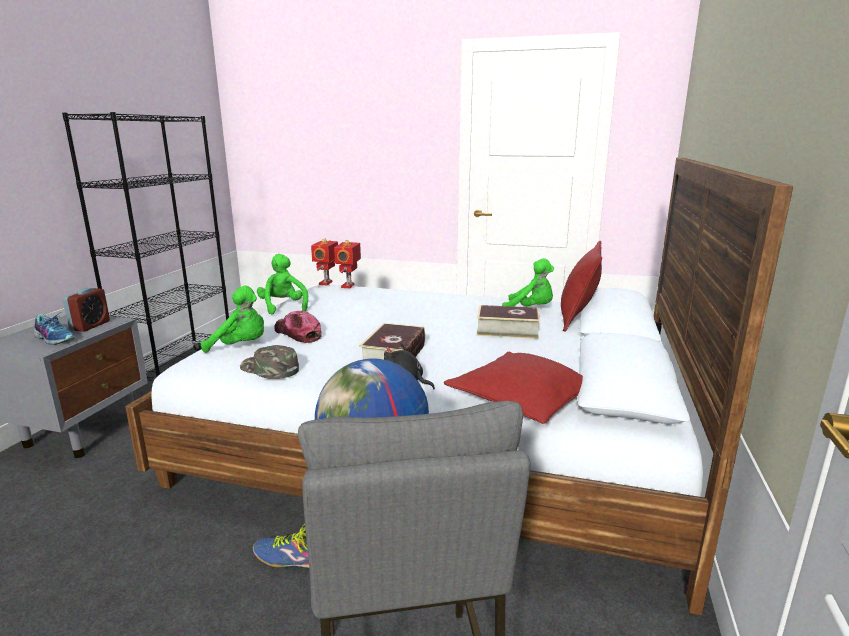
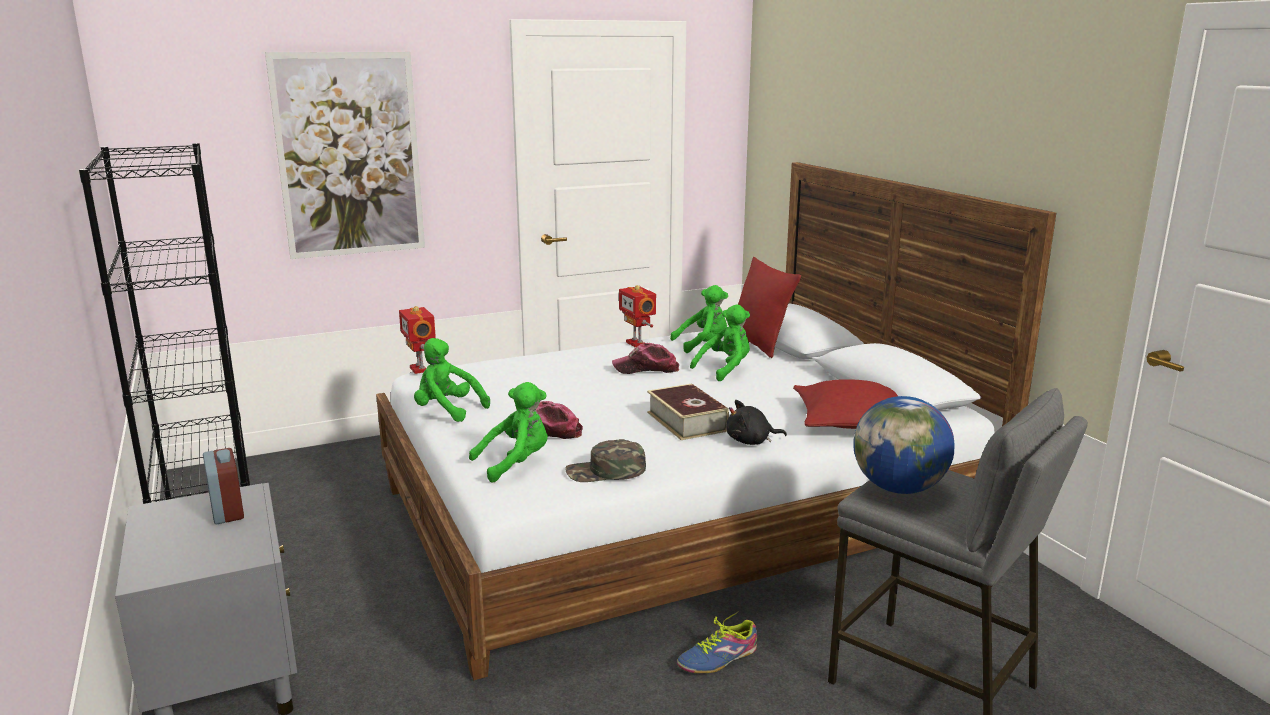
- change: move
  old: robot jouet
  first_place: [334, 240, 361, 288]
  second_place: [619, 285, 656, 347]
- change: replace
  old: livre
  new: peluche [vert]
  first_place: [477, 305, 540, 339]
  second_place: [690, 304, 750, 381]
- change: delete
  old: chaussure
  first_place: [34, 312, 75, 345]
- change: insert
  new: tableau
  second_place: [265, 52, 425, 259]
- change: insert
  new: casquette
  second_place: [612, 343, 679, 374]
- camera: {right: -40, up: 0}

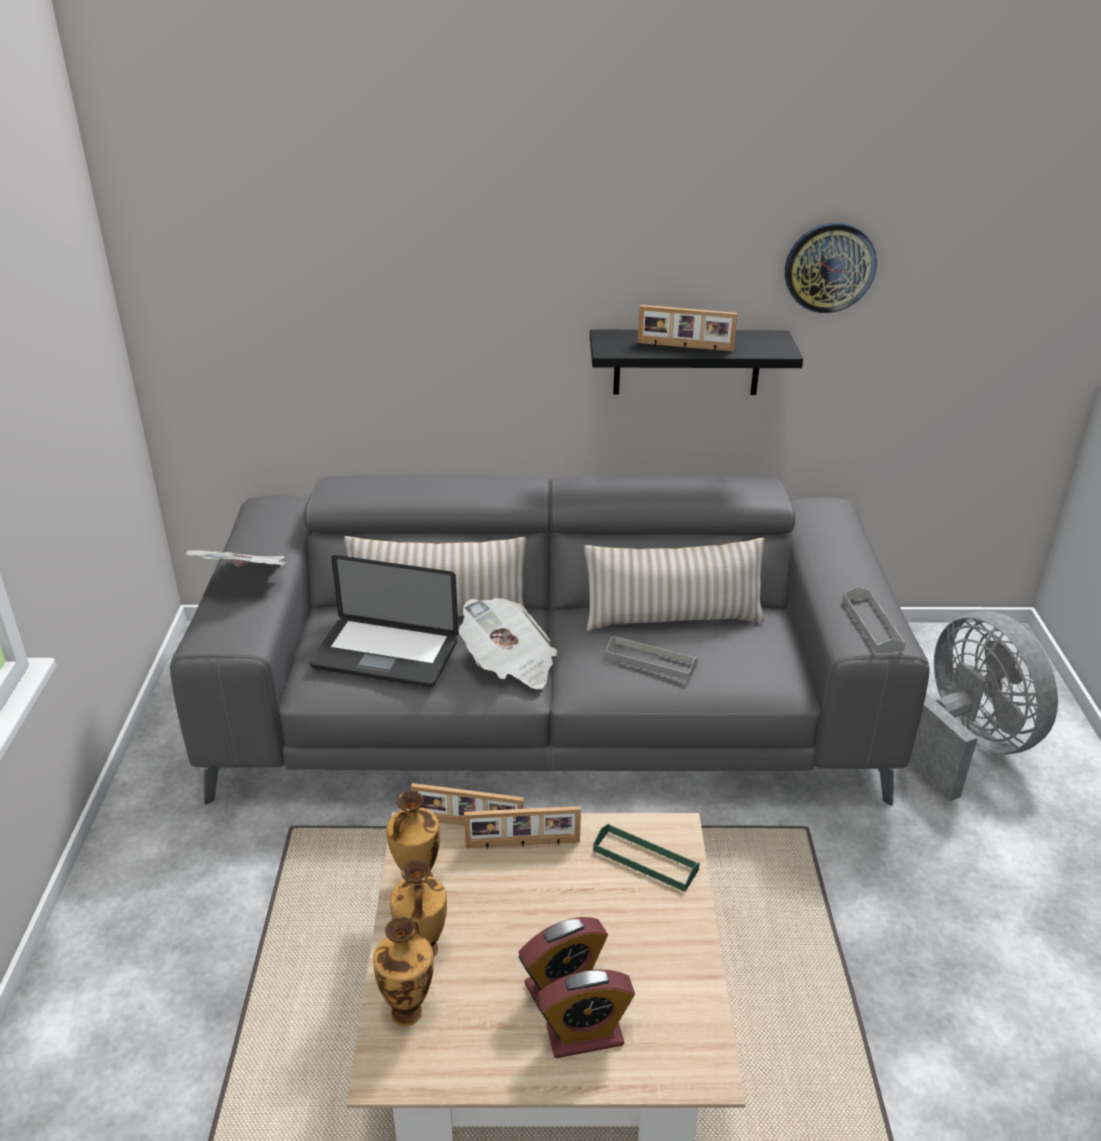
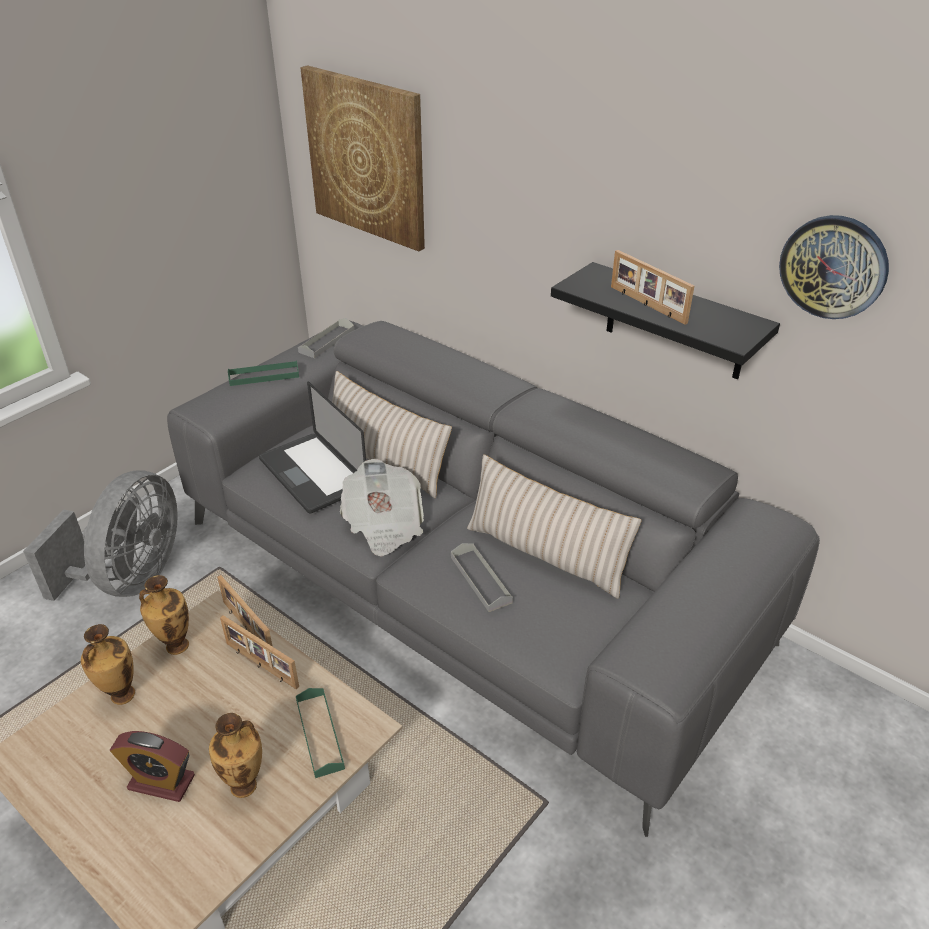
- change: replace
  old: journal
  new: plateau [vert]
  first_place: [186, 550, 286, 567]
  second_place: [228, 360, 299, 386]
- change: move
  old: plateau [gris]
  first_place: [843, 586, 906, 653]
  second_place: [298, 318, 354, 358]
- change: move
  old: ventilateur [gris]
  first_place: [909, 611, 1058, 801]
  second_place: [23, 470, 178, 601]
- change: move
  old: vase
  first_place: [373, 917, 434, 1026]
  second_place: [209, 713, 262, 798]
- change: delete
  old: réveil
  first_place: [538, 969, 635, 1058]
- change: insert
  new: tableau
  second_place: [300, 65, 425, 251]
- camera: {right: 40, up: 5}

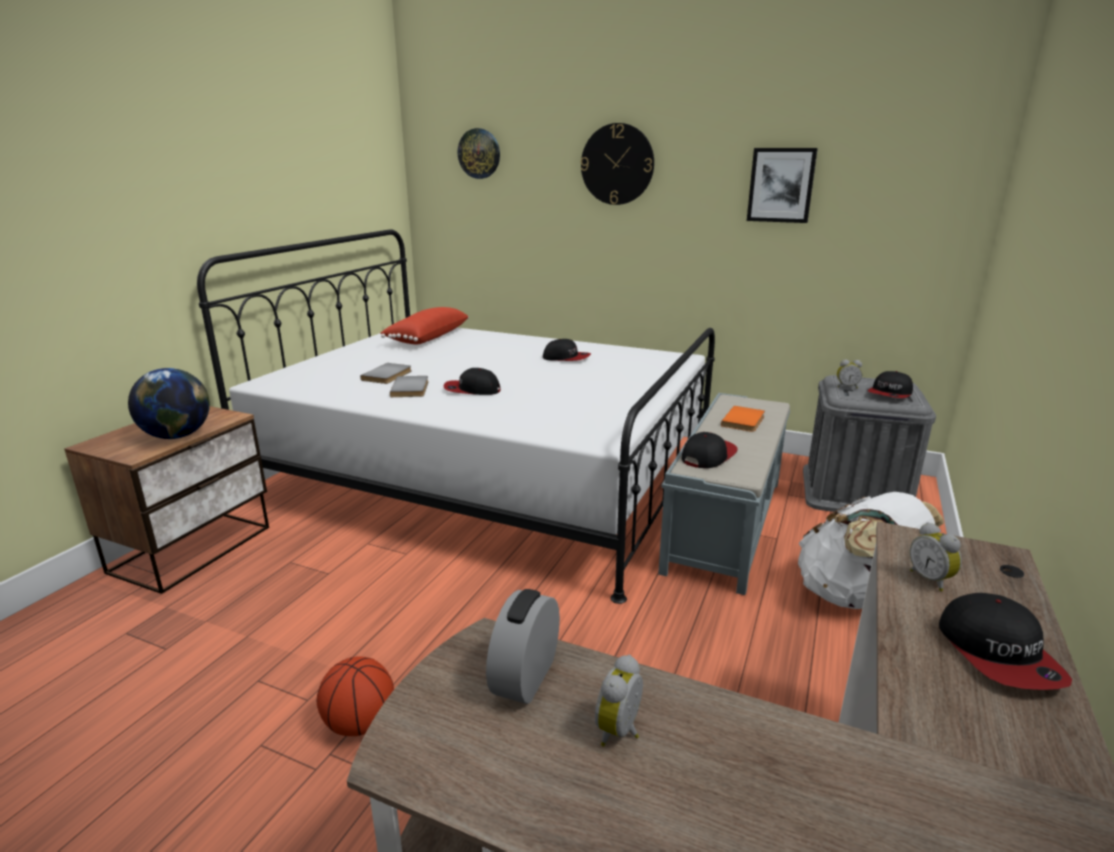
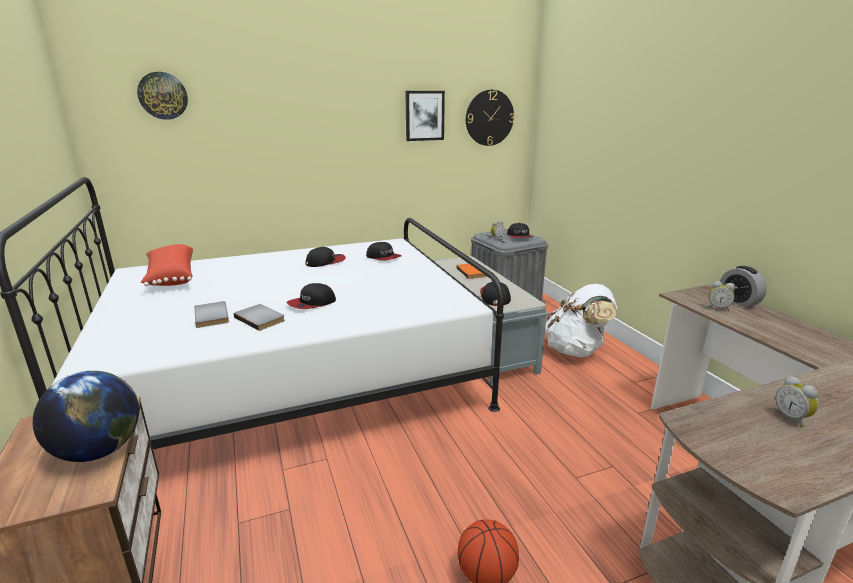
- change: move
  old: horloge murale
  first_place: [581, 123, 654, 205]
  second_place: [466, 90, 514, 146]
- change: move
  old: réveil
  first_place: [486, 589, 560, 704]
  second_place: [720, 266, 767, 307]
- change: move
  old: casquette
  first_place: [939, 593, 1072, 690]
  second_place: [366, 242, 402, 261]
- camera: {right: -45, up: 0}

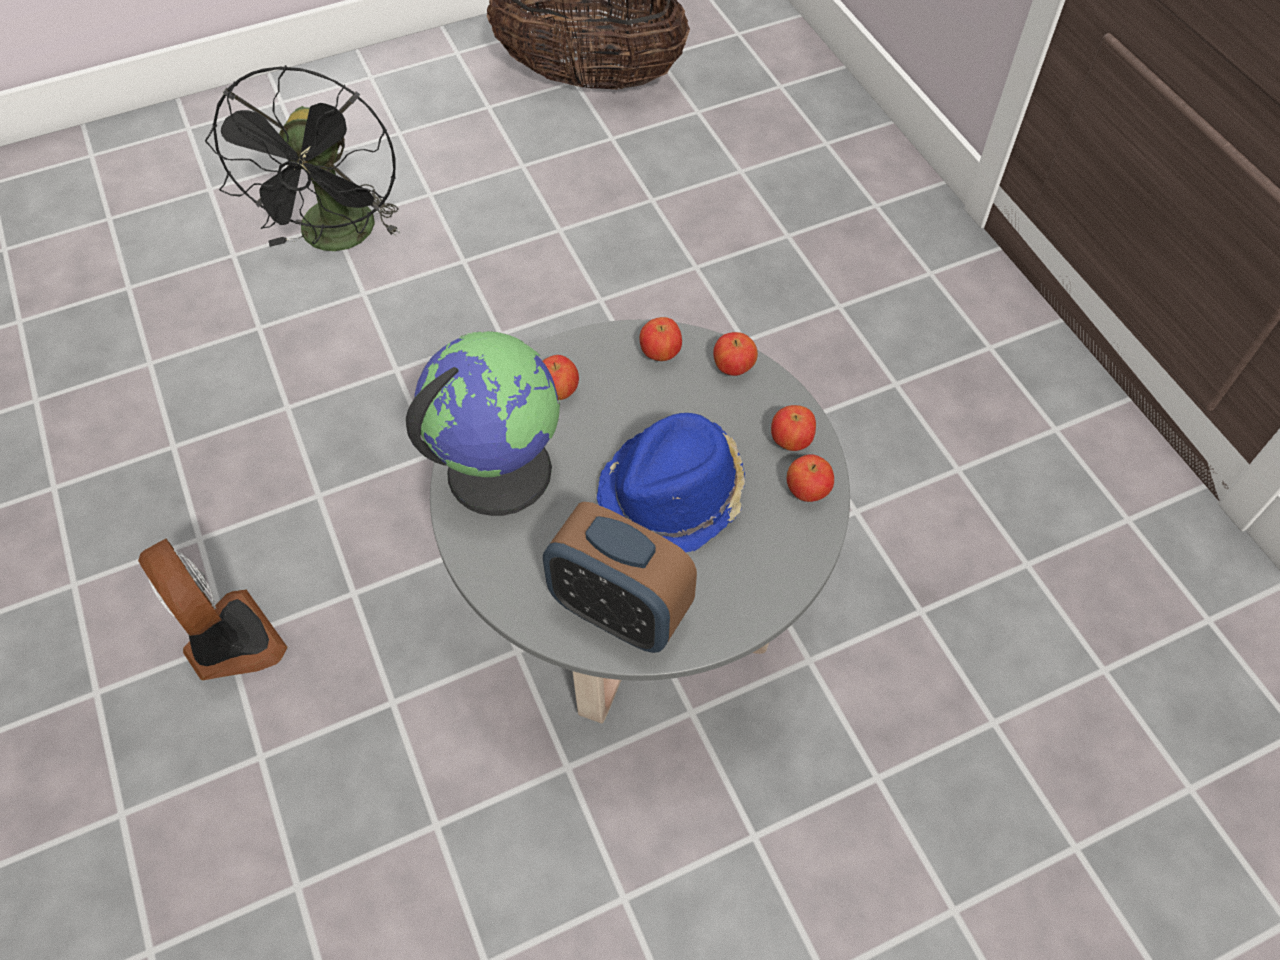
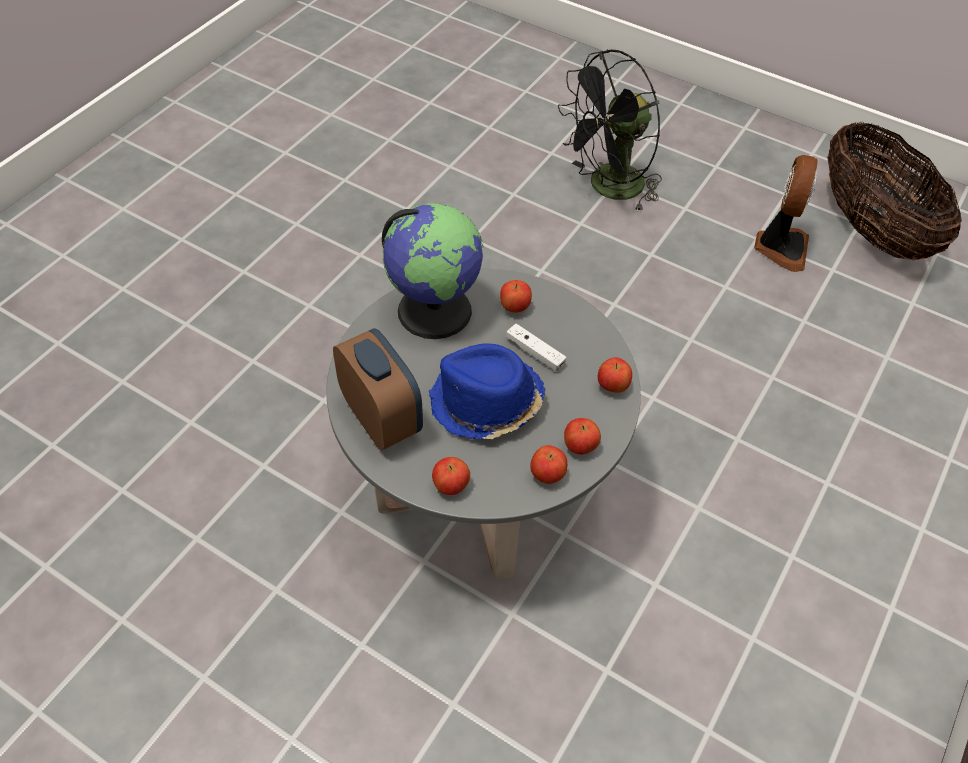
- change: move
  old: pomme
  first_place: [639, 317, 682, 361]
  second_place: [432, 457, 470, 495]
- change: rotate
  old: réveil
  first_place: [543, 502, 697, 653]
  second_place: [333, 328, 423, 450]
  degrees: 150
- change: move
  old: ventilateur
  first_place: [138, 538, 288, 680]
  second_place: [754, 155, 818, 272]
- change: insert
  new: manette [blanc]
  second_place: [506, 324, 566, 372]
- camera: {right: 55, up: -5}

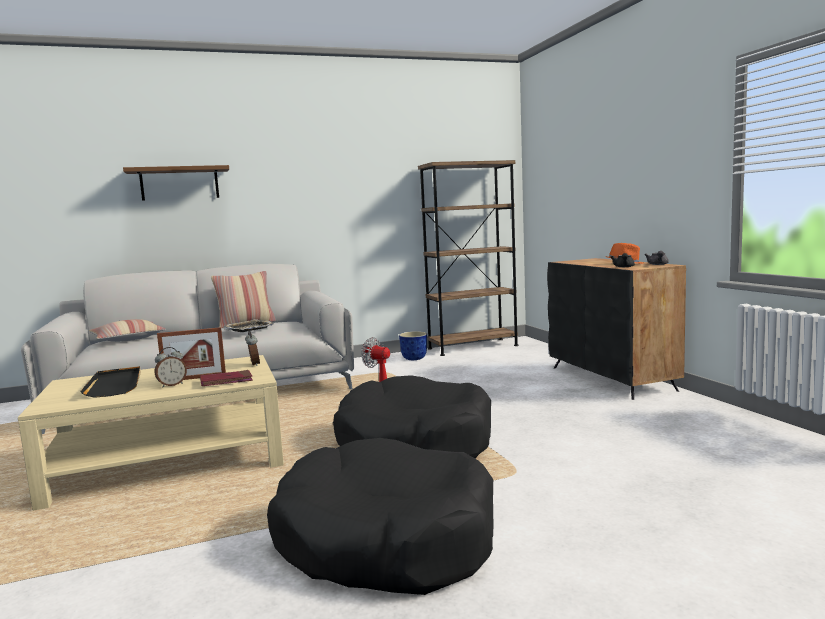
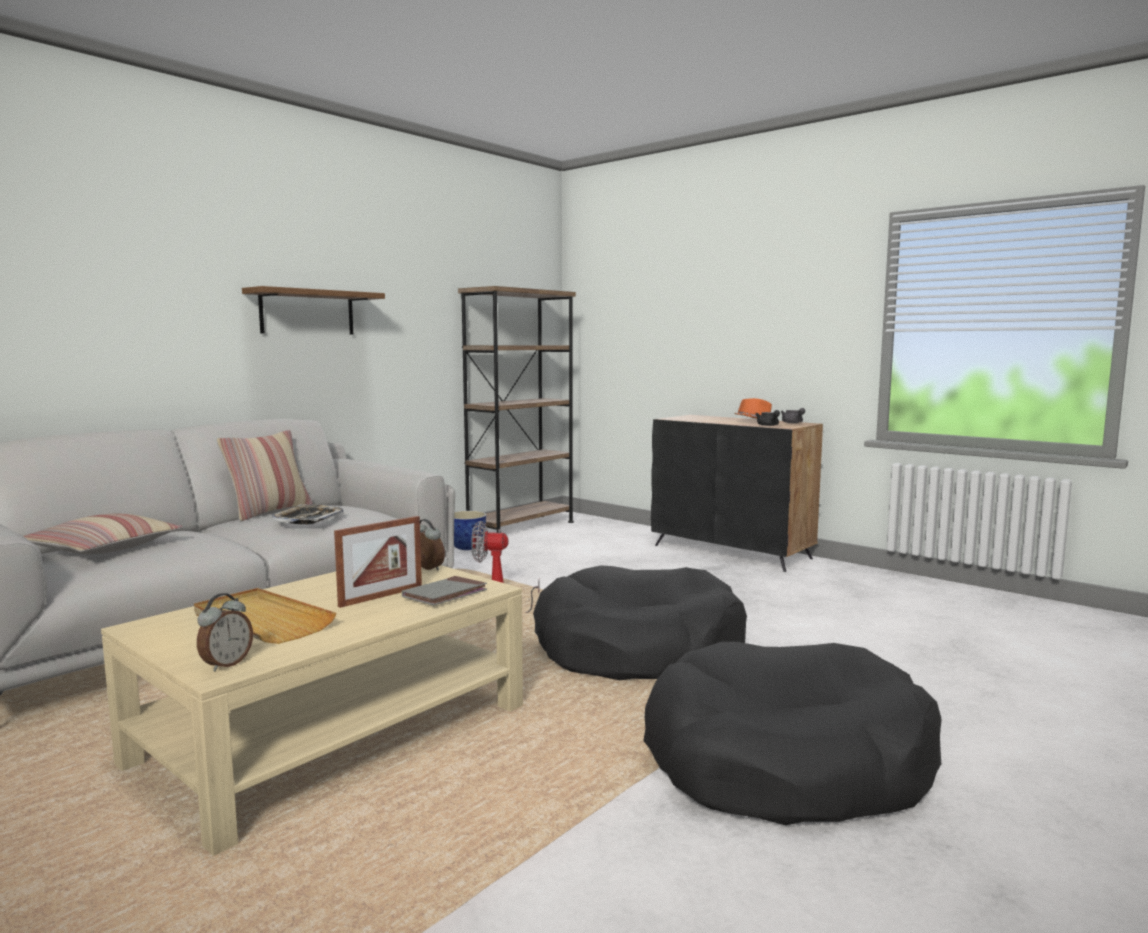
- change: move
  old: étagère [marron]
  first_place: [123, 165, 229, 201]
  second_place: [242, 286, 385, 335]
- change: move
  old: réveil
  first_place: [155, 347, 187, 387]
  second_place: [197, 593, 253, 672]
- change: recolor
  old: plateau [noir]
  new: plateau [beige]
  first_place: [80, 366, 141, 398]
  second_place: [194, 588, 336, 644]
- change: recolor
  old: livre [rouge]
  new: livre [gris]
  first_place: [200, 370, 253, 386]
  second_place: [402, 576, 487, 606]
- camera: {right: -30, up: 0}

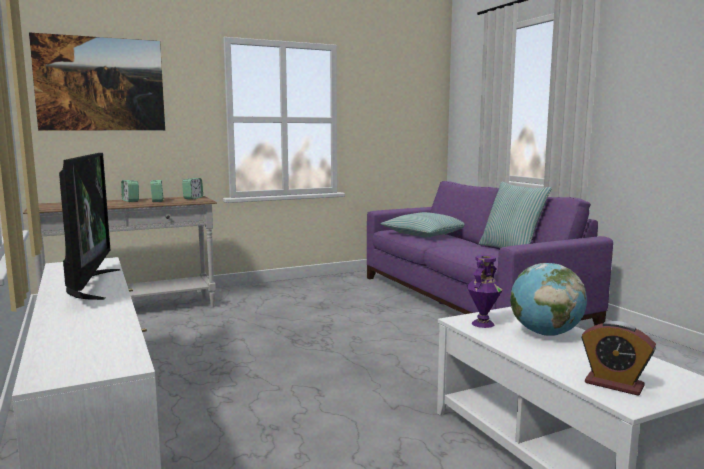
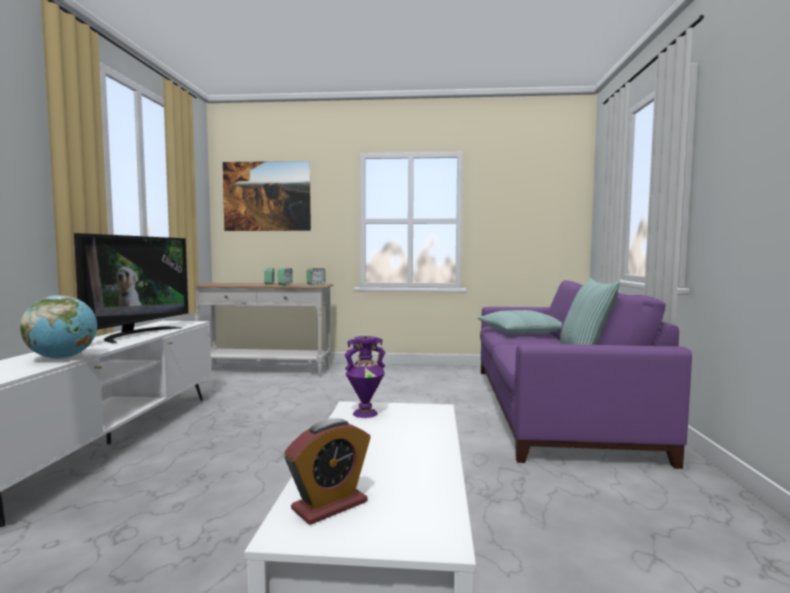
- change: move
  old: globe
  first_place: [510, 263, 587, 336]
  second_place: [20, 295, 97, 359]
- change: rotate
  old: réveil
  first_place: [581, 321, 656, 396]
  second_place: [284, 418, 371, 525]
  degrees: -105
- camera: {right: 30, up: -5}

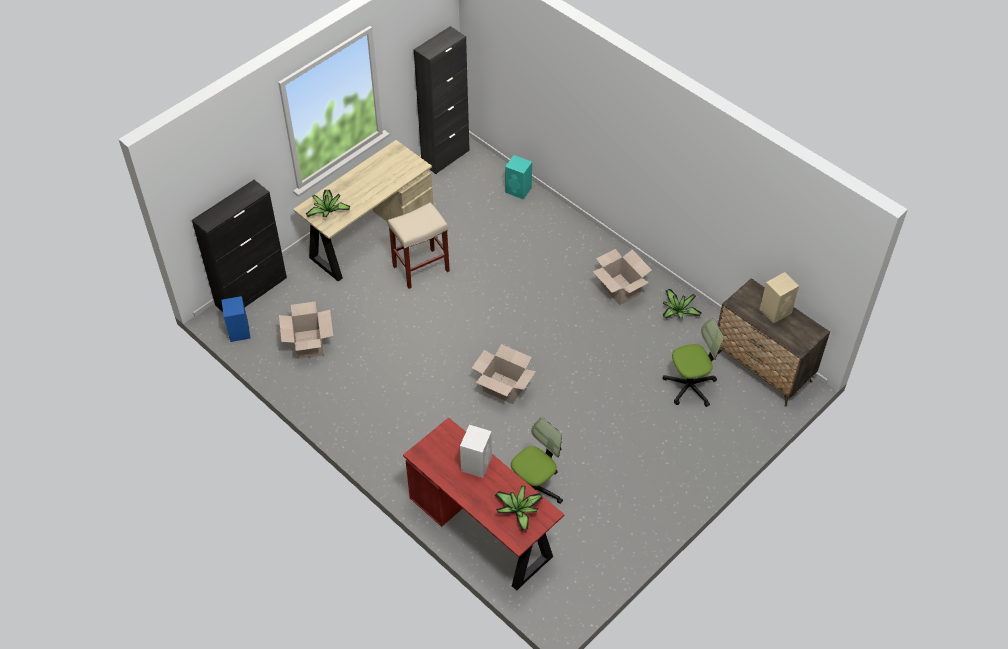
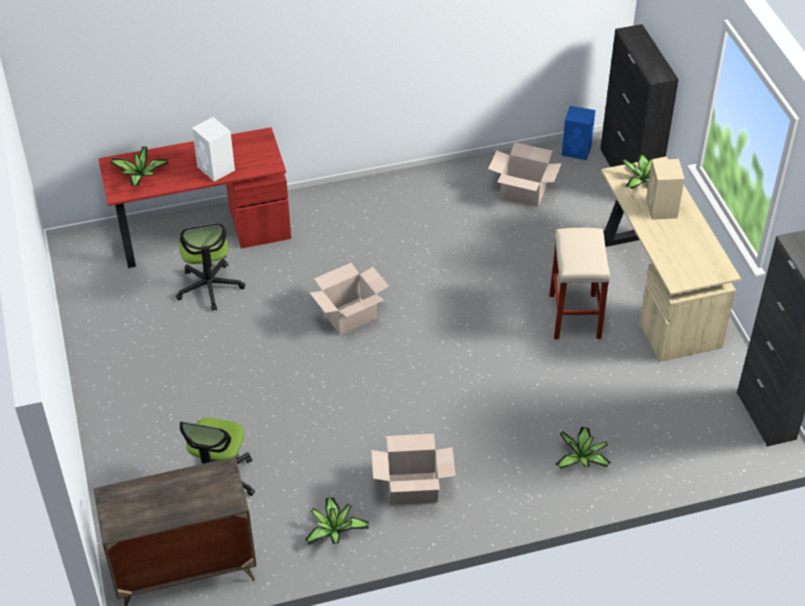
- change: delete
  old: enceinte [turquoise]
  first_place: [505, 155, 532, 200]
- change: move
  old: enceinte [beige]
  first_place: [759, 272, 799, 324]
  second_place: [646, 159, 685, 220]
- change: insert
  new: plante en pot
  second_place: [555, 427, 611, 469]
- camera: {right: 120, up: -5}

